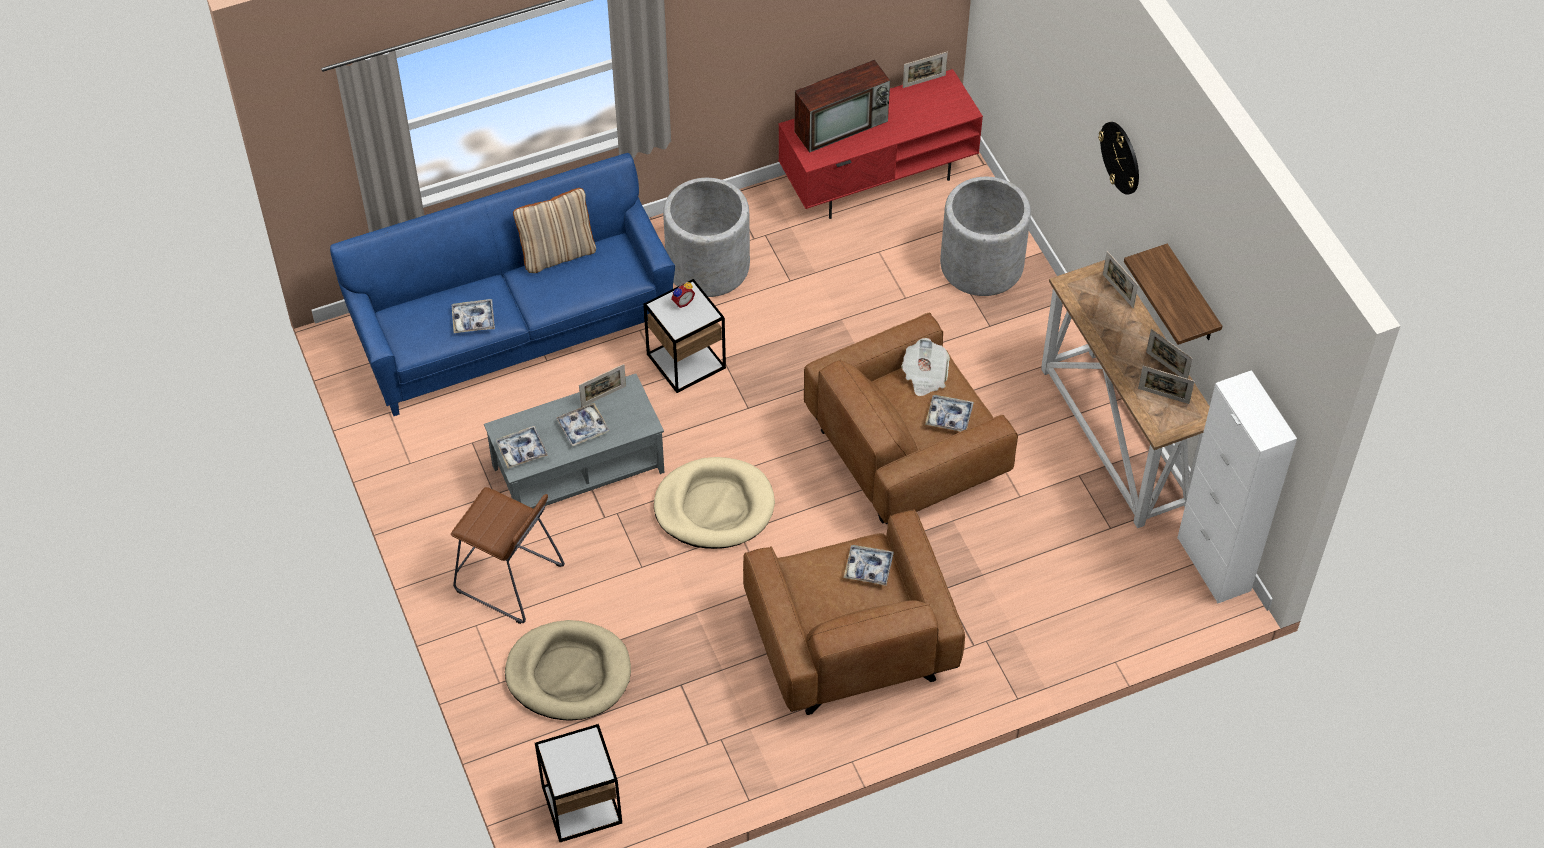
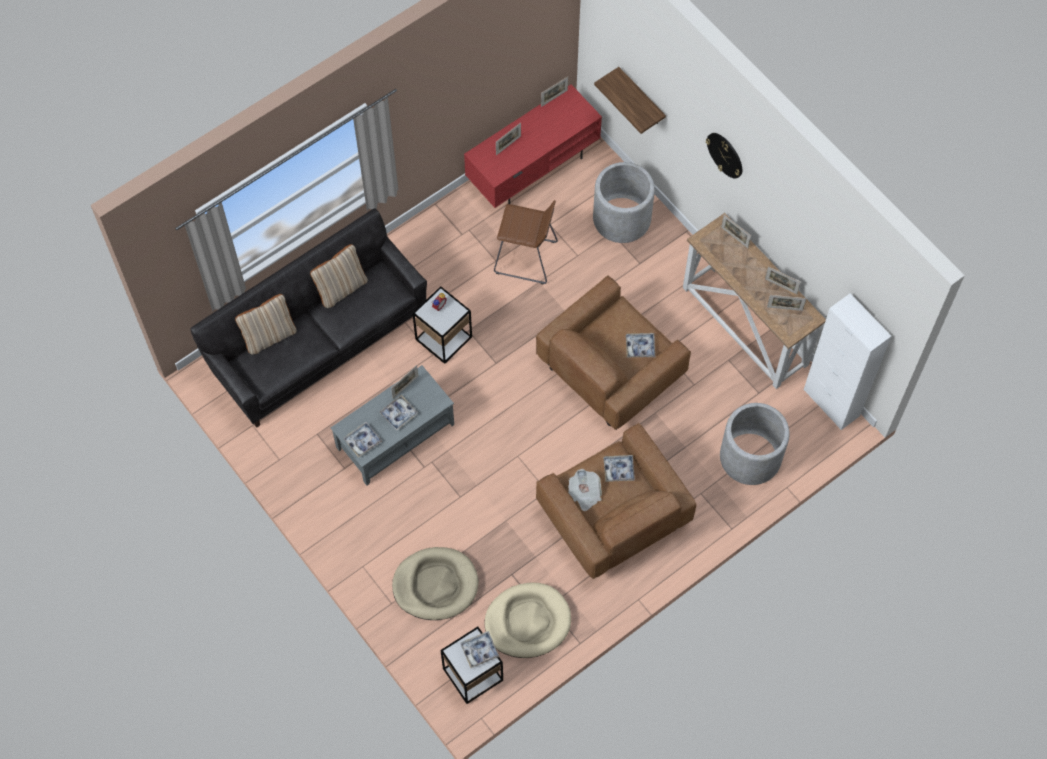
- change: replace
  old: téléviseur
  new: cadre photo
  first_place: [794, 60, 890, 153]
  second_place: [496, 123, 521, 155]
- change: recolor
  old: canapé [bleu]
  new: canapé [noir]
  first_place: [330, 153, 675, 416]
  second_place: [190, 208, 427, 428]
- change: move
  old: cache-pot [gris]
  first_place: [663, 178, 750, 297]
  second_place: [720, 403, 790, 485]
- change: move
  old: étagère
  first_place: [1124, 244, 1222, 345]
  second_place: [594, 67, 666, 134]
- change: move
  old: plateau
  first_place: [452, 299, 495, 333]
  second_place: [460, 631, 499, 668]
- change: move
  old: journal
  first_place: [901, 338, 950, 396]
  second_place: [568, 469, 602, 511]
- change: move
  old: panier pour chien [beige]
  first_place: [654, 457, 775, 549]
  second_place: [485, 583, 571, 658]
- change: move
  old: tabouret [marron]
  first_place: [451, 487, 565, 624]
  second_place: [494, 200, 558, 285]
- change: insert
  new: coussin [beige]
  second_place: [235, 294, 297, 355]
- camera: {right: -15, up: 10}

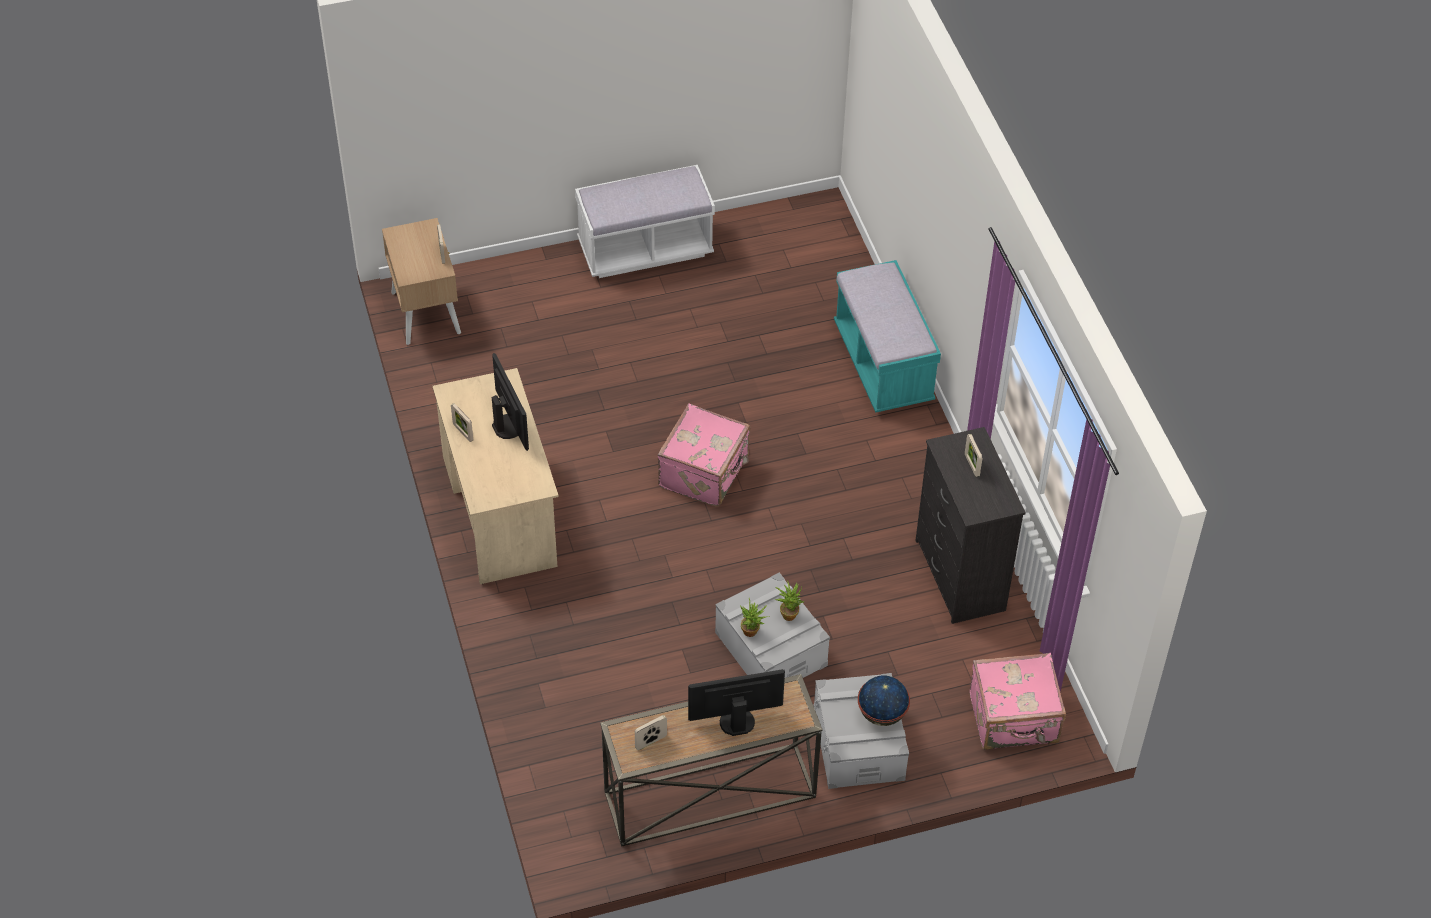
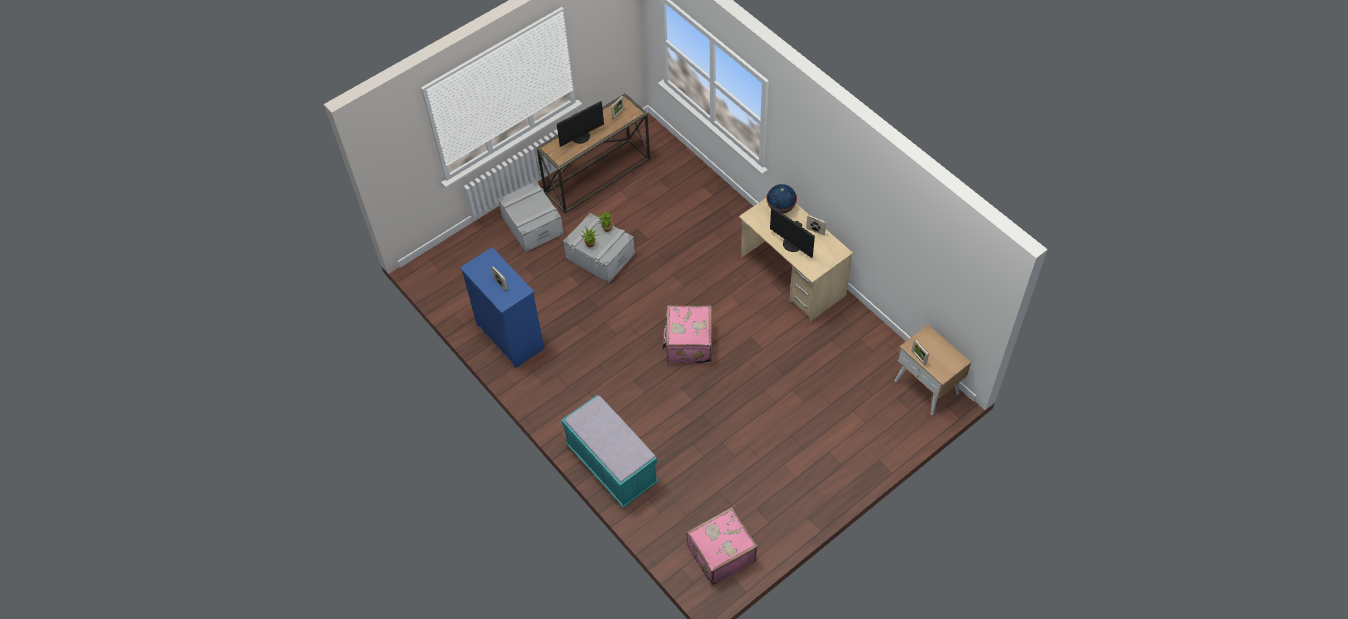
- change: delete
  old: banc [blanc]
  first_place: [575, 165, 715, 278]
- change: recolor
  old: commode [noir]
  new: commode [bleu]
  first_place: [915, 427, 1026, 624]
  second_place: [460, 247, 544, 368]
- change: move
  old: valise [rose]
  first_place: [969, 653, 1066, 750]
  second_place: [686, 507, 758, 585]
- change: move
  old: globe
  first_place: [858, 675, 910, 726]
  second_place: [766, 184, 797, 214]
- camera: {right: 160, up: 5}

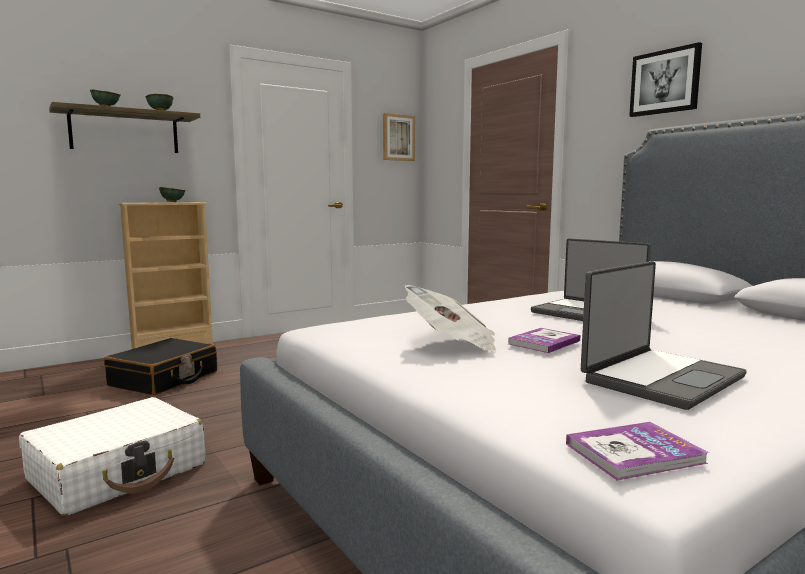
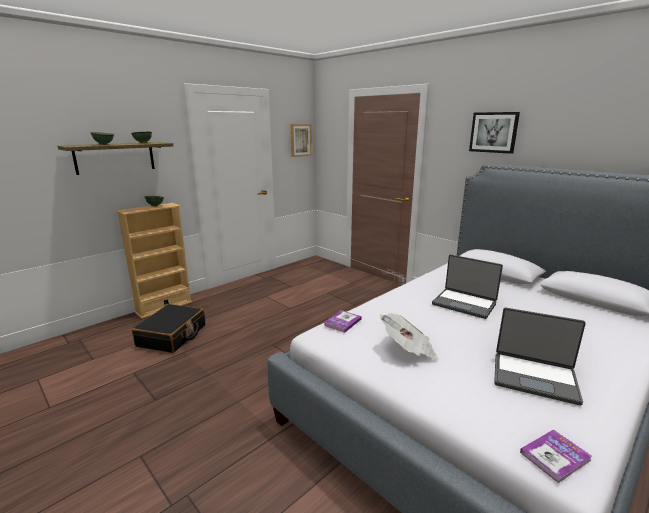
- change: rotate
  old: ordinateur portable
  first_place: [581, 261, 747, 410]
  second_place: [494, 307, 586, 406]
  degrees: 75
- change: move
  old: livre
  first_place: [508, 328, 580, 353]
  second_place: [324, 310, 362, 333]
- change: delete
  old: valise [blanc]
  first_place: [19, 397, 205, 516]
- camera: {right: -10, up: 10}

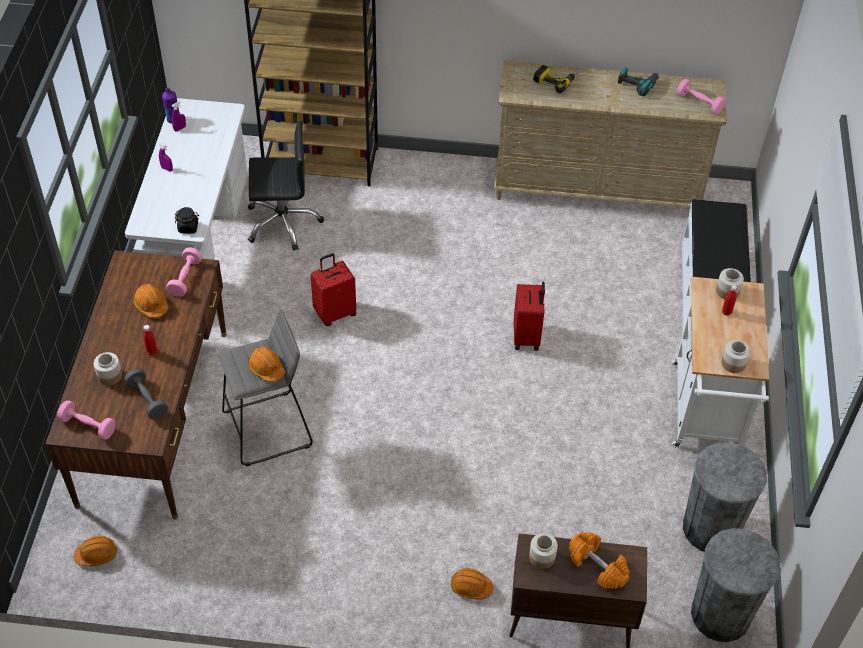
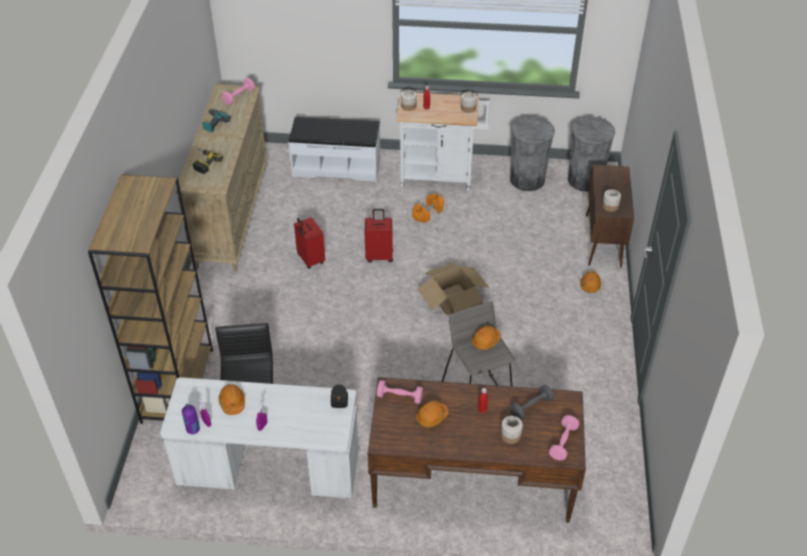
- change: move
  old: valise [rouge]
  first_place: [310, 253, 356, 326]
  second_place: [294, 217, 325, 269]
- change: move
  old: haltère [orange]
  first_place: [569, 532, 630, 589]
  second_place: [412, 194, 444, 223]
- change: move
  old: casque de chantier [orange]
  first_place: [74, 536, 117, 566]
  second_place: [218, 384, 245, 415]
- change: insert
  new: carton
  second_place: [417, 263, 490, 315]
- camera: {right: -90, up: -5}

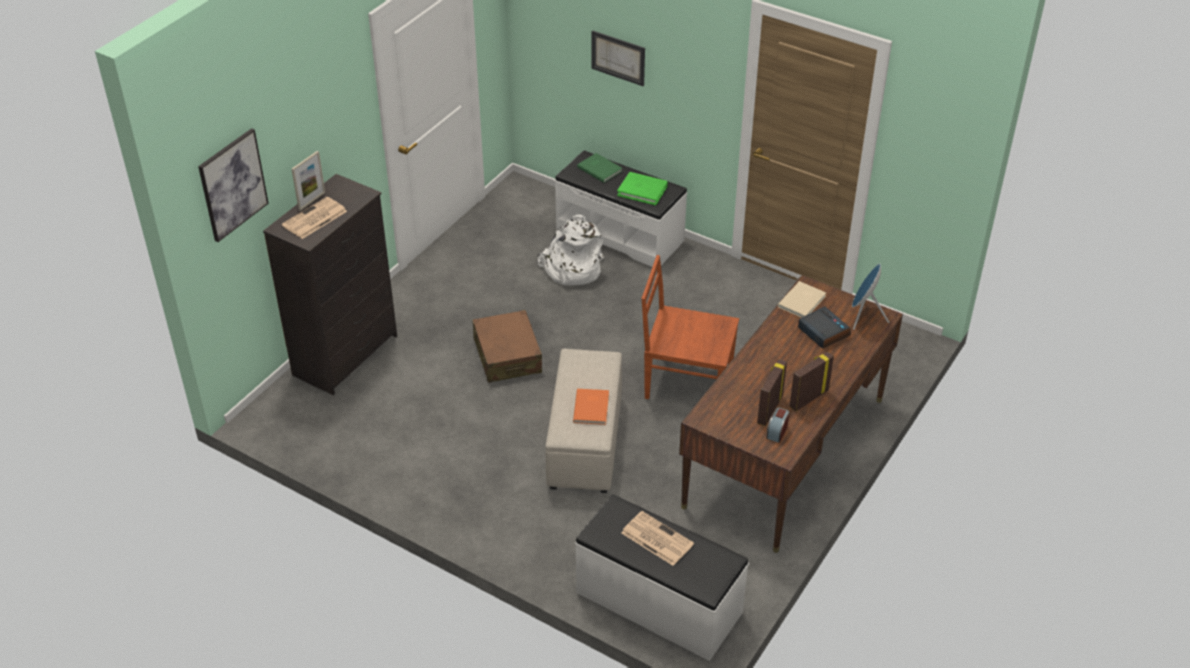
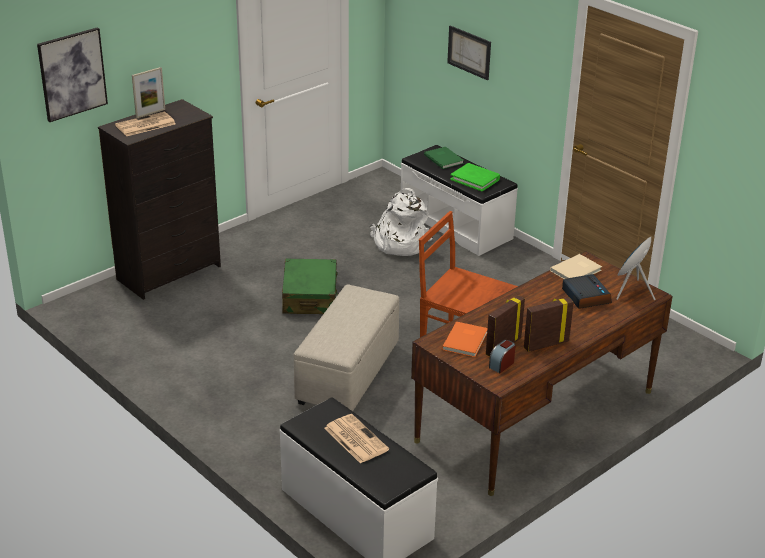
- change: recolor
  old: valise [marron]
  new: valise [vert]
  first_place: [472, 310, 542, 383]
  second_place: [282, 258, 338, 314]
- change: move
  old: livre [orange]
  first_place: [573, 389, 609, 425]
  second_place: [442, 321, 488, 357]
- camera: {right: 15, up: -10}

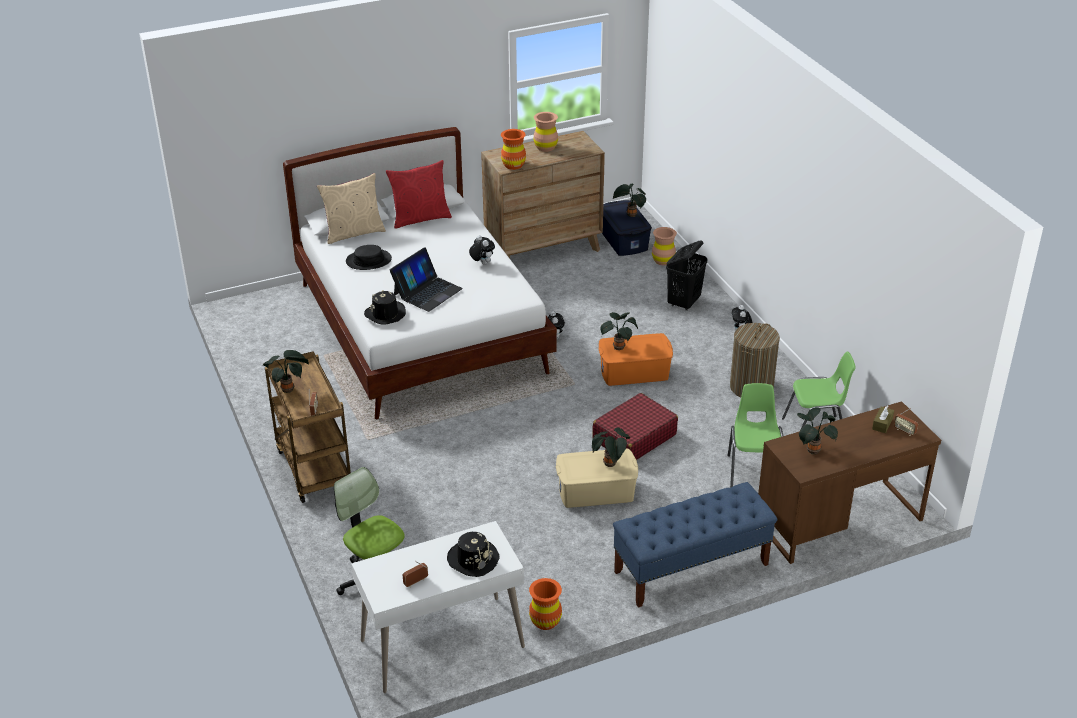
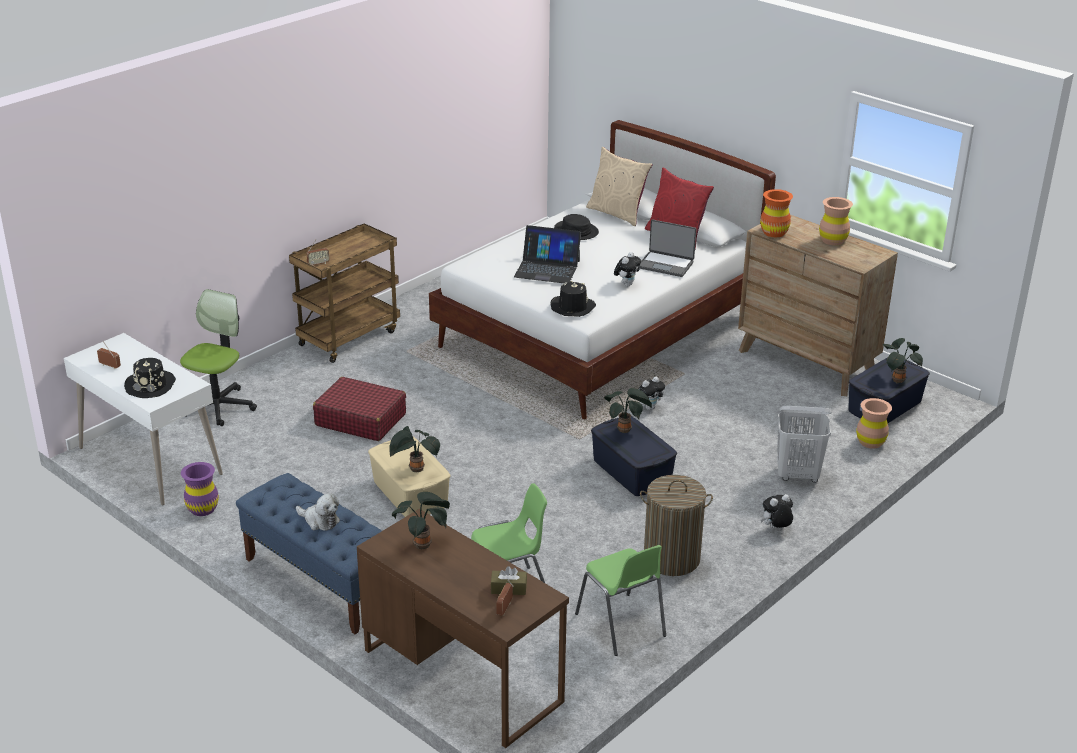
- change: recolor
  old: panier à linge [noir]
  new: panier à linge [blanc]
  first_place: [666, 240, 707, 311]
  second_place: [777, 406, 832, 483]
- change: move
  old: chapeau [noir]
  first_place: [364, 290, 406, 325]
  second_place: [550, 281, 596, 317]
- change: recolor
  old: boîte de rangement [orange]
  new: boîte de rangement [bleu]
  first_place: [599, 333, 673, 386]
  second_place: [591, 416, 677, 496]
- change: delete
  old: plante en pot
  first_place: [263, 350, 309, 393]
- change: move
  old: valise [rouge]
  first_place: [592, 393, 678, 460]
  second_place: [313, 377, 406, 441]
- change: recolor
  old: vase [orange]
  new: vase [violet]
  first_place: [529, 578, 562, 630]
  second_place: [181, 462, 219, 516]
- change: insert
  new: ordinateur portable
  second_place: [639, 219, 696, 277]
- change: insert
  new: peluche
  second_place: [296, 494, 340, 531]
- camera: {right: 65, up: -5}

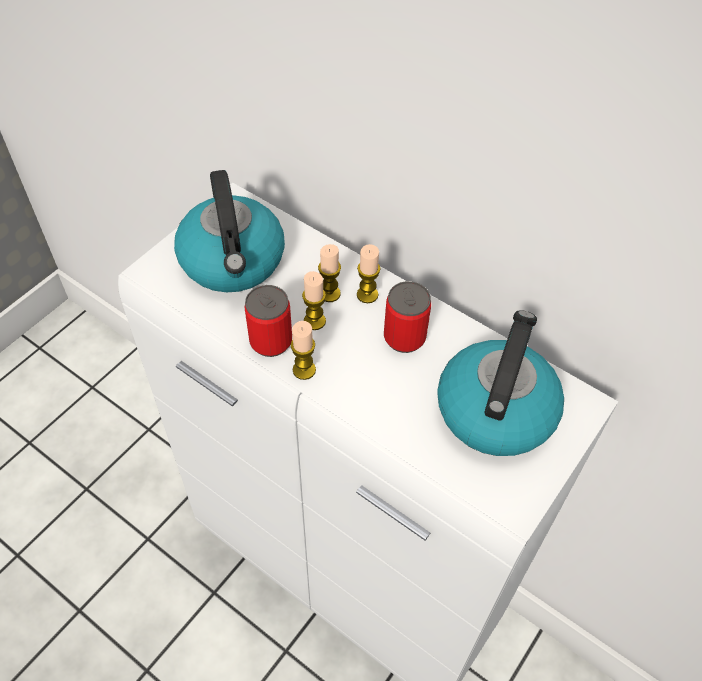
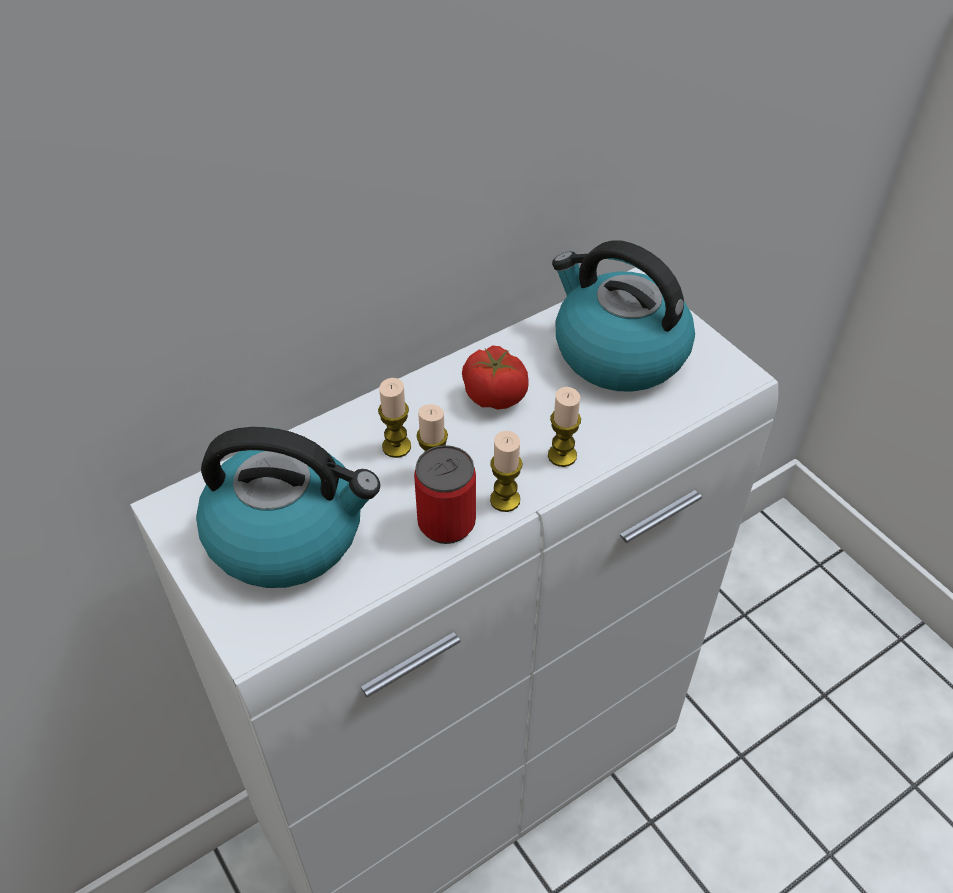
- change: move
  old: bougie
  first_place: [357, 244, 380, 303]
  second_place: [548, 387, 581, 467]
- change: replace
  old: boîte métallique
  new: tomate
  first_place: [384, 281, 431, 353]
  second_place: [462, 345, 529, 409]
- camera: {right: -70, up: -5}

